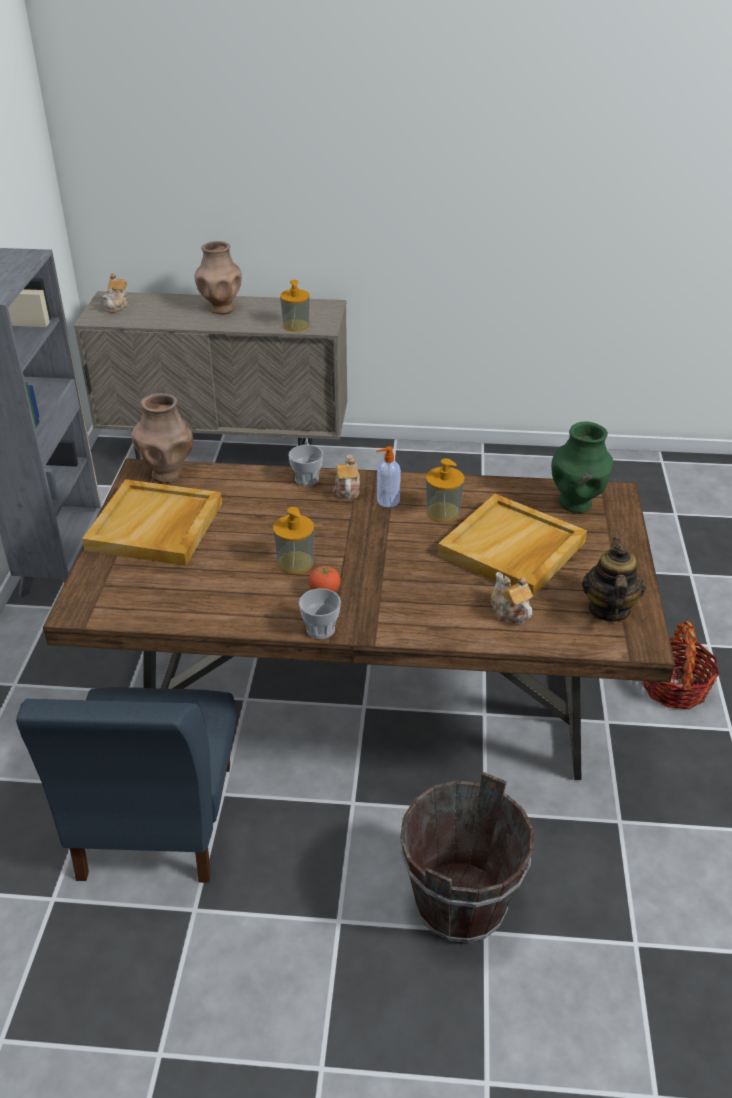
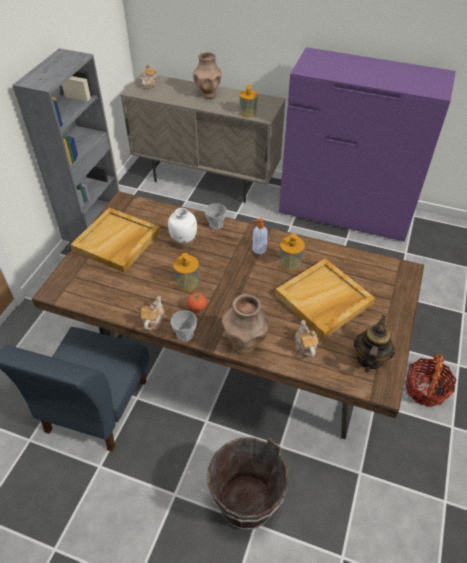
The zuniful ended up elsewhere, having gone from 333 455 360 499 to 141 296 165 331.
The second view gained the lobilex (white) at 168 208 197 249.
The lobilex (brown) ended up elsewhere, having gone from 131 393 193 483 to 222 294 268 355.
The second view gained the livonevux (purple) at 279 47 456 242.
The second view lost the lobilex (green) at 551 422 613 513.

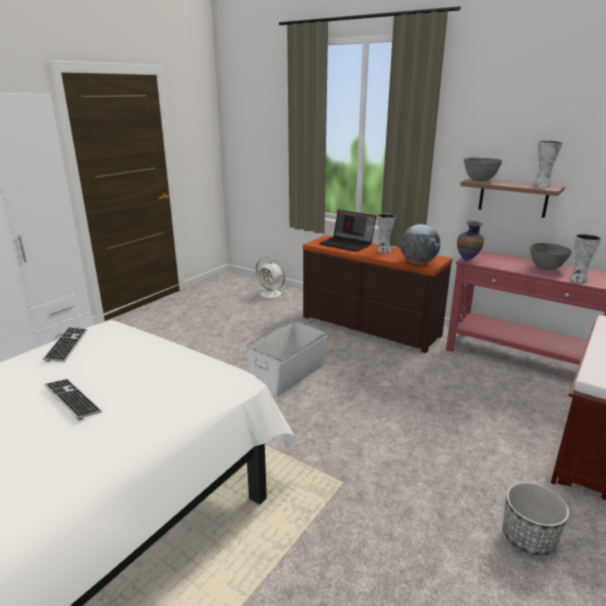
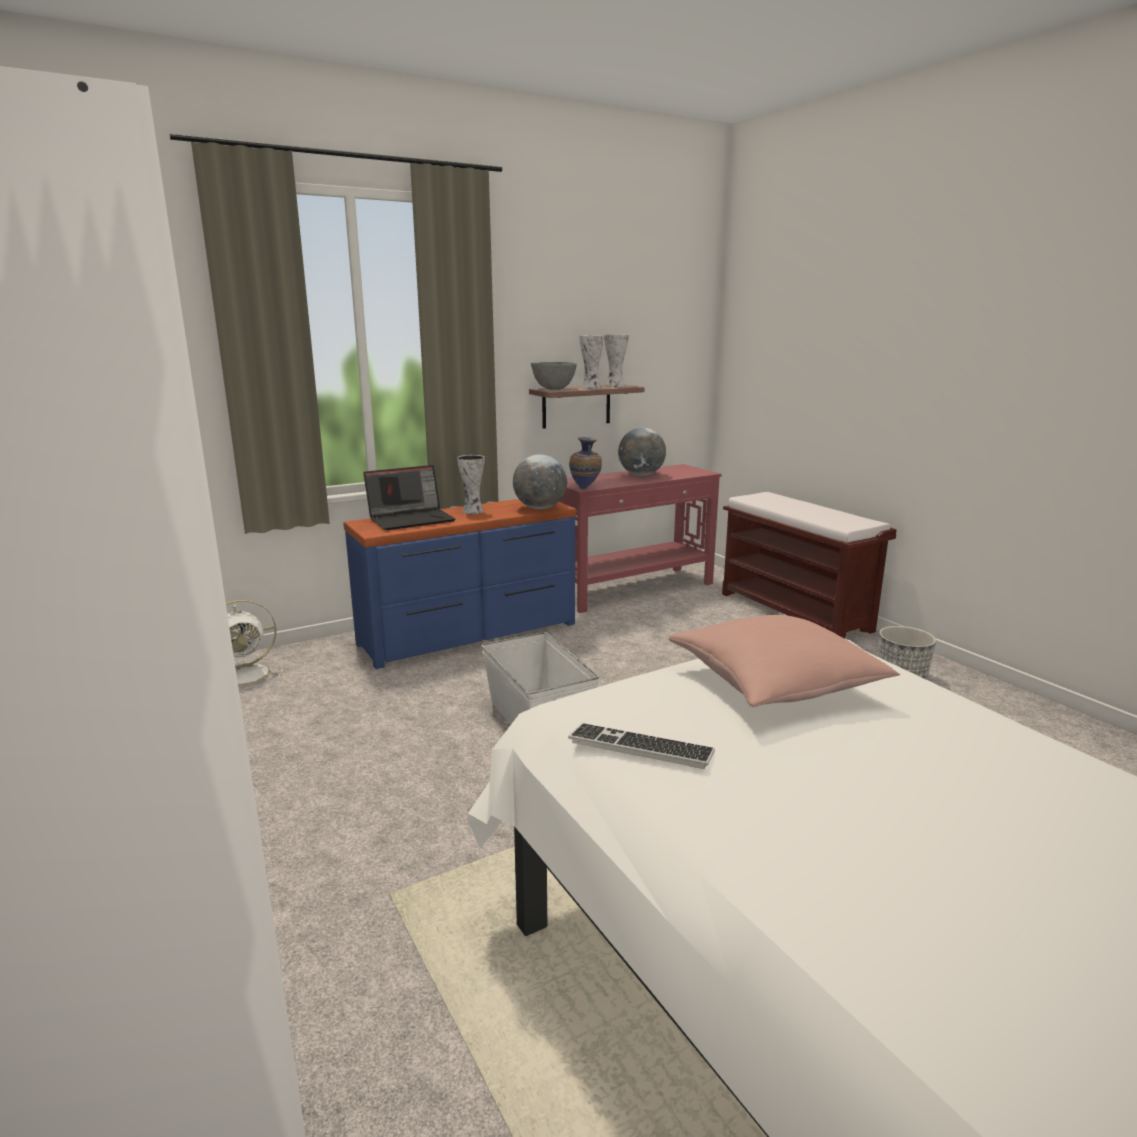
What was the livonevux (brown) at 303 235 453 353 turned into the livonevux (blue) at 343 499 576 669.
The lobilex ended up elsewhere, having gone from 569 234 601 283 to 579 335 604 389.
Where the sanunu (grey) stood at 530 243 572 270, the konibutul came to stand at 618 428 666 476.
The second view gained the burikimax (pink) at 668 615 900 707.
The second view lost the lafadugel at 44 379 102 421.

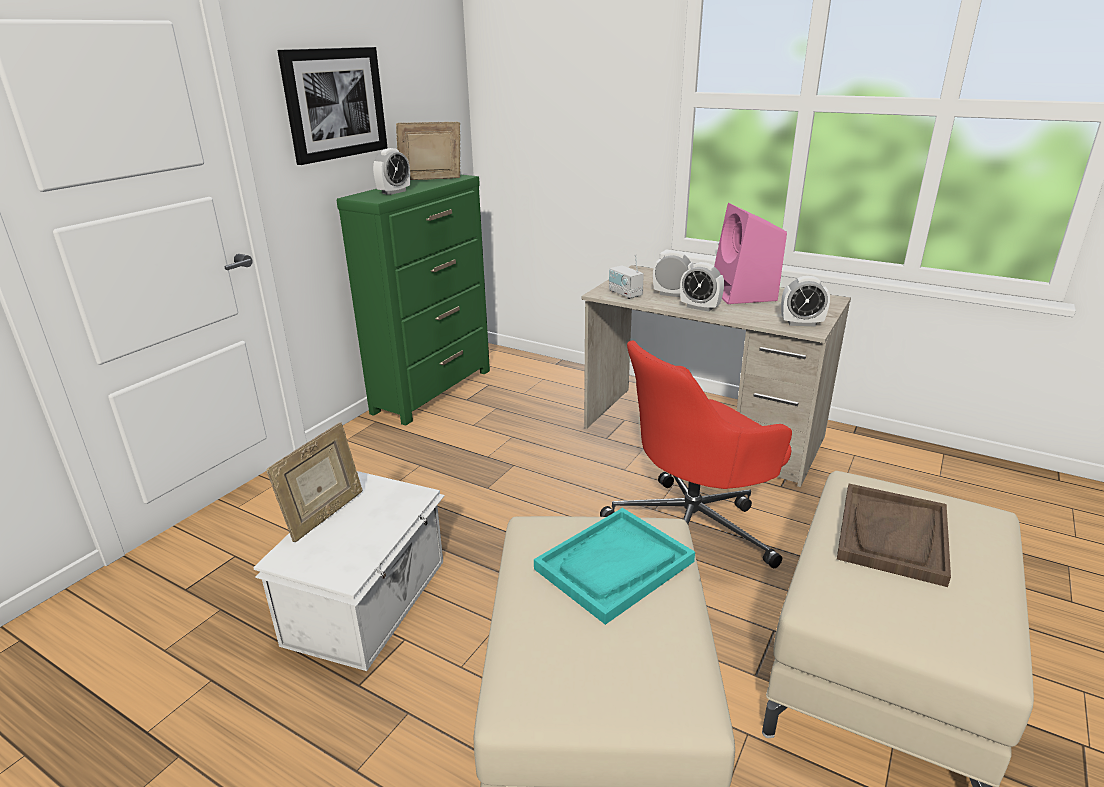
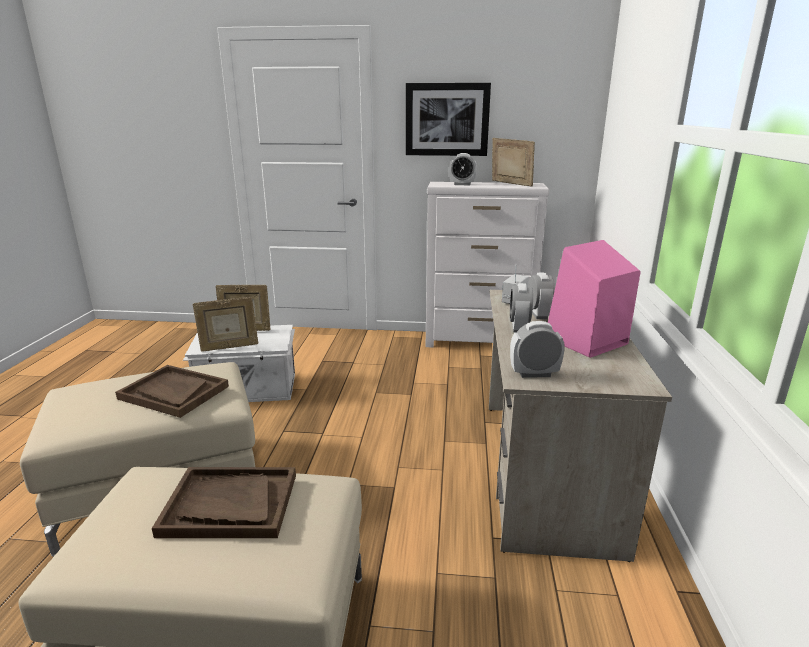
What was the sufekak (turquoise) at 534 508 695 625 turned into the sufekak (brown) at 115 365 229 418.
The second view gained the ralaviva at 193 297 258 352.
What was the livonevux (green) at 337 175 490 426 turned into the livonevux (white) at 426 182 549 348.
The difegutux at 781 276 830 327 ended up facing another way, 105 degrees clockwise from before.
The second view lost the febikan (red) at 600 340 792 568.

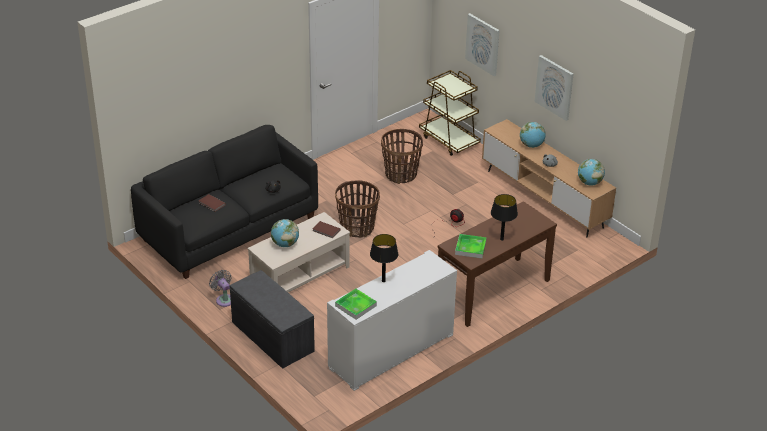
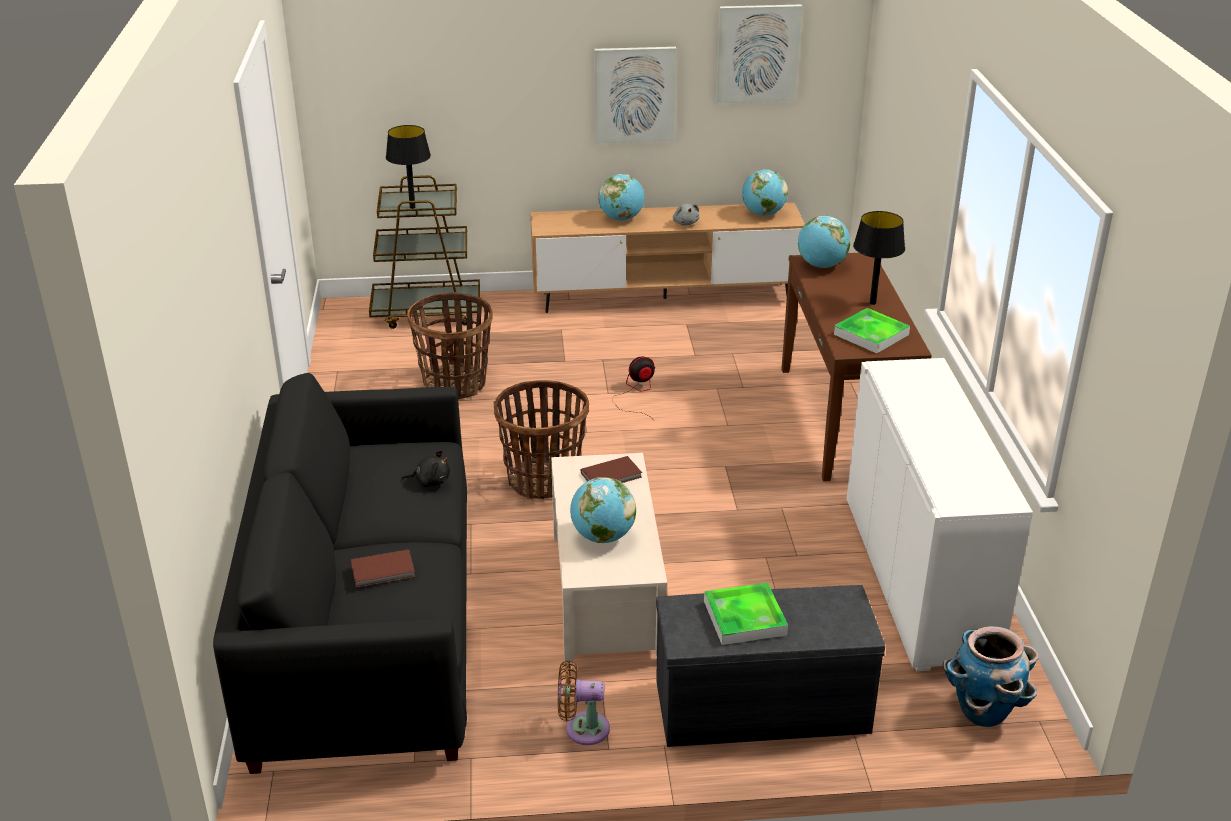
The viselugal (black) ended up elsewhere, having gone from 370 234 398 282 to 386 125 431 209.
What was the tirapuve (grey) at 209 270 232 307 turned into the tirapuve (brown) at 558 660 610 745.
The sufekak ended up elsewhere, having gone from 335 288 377 320 to 704 583 788 645.
The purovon ended up elsewhere, having gone from 465 13 500 76 to 716 5 802 103.
The second view gained the konibutul at 798 215 850 268.
The second view gained the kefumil at 943 626 1039 727.

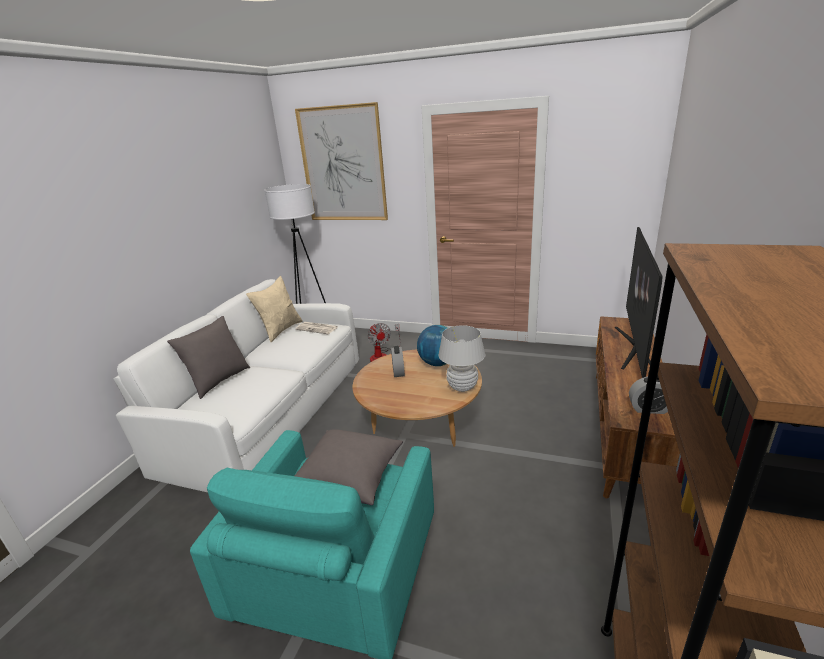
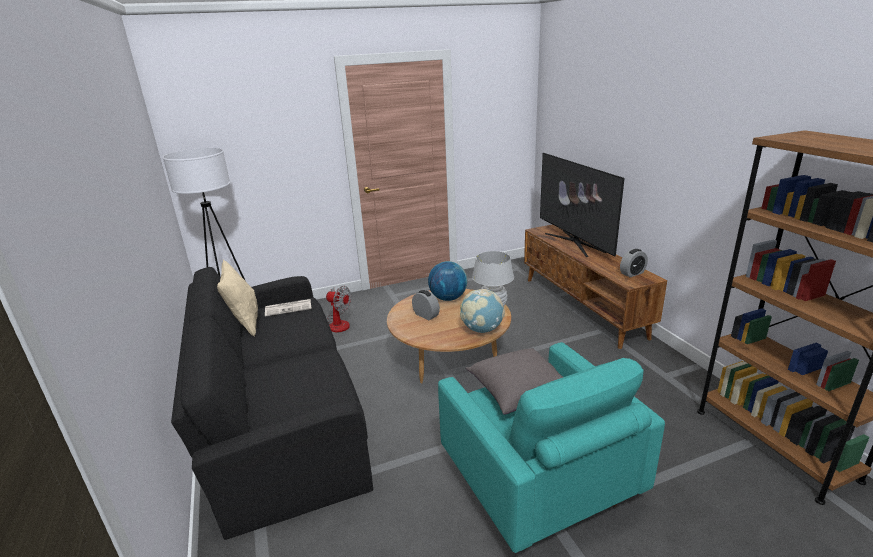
What was the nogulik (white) at 114 279 359 492 turned into the nogulik (black) at 171 267 373 540.
The second view gained the konibutul at 460 289 505 333.
The second view lost the burikimax (grey) at 167 316 250 399.
The second view lost the purovon at 295 102 388 220.

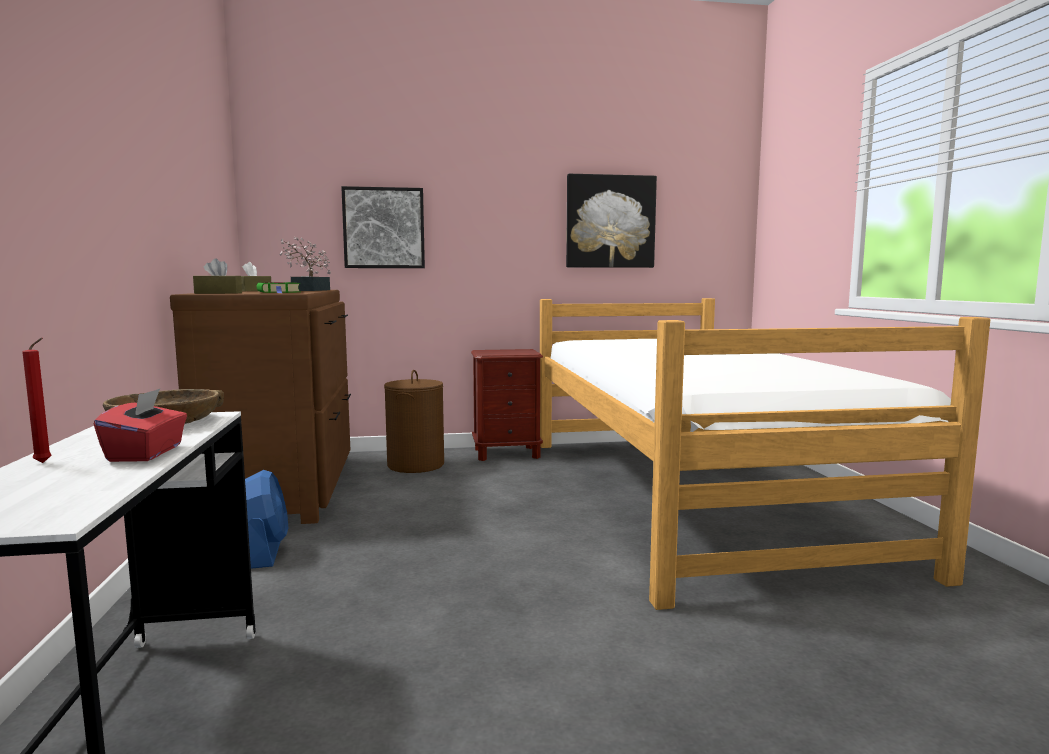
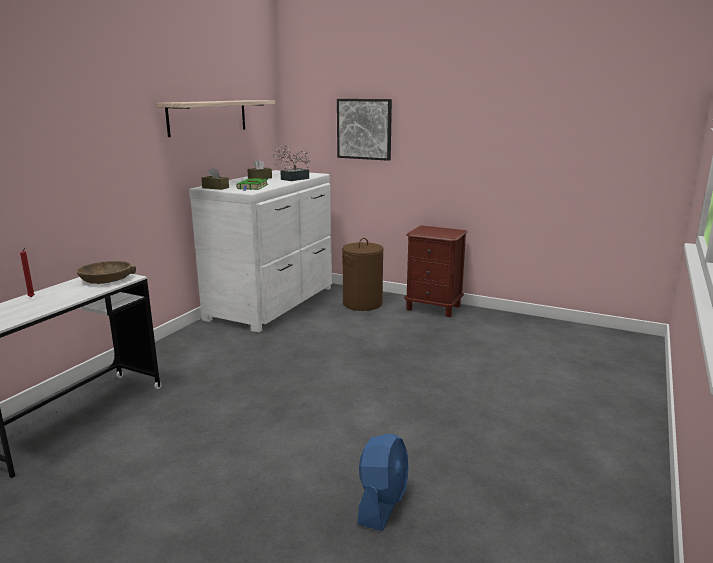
The second view gained the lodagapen at 155 100 275 137.
What was the livonevux (brown) at 170 290 351 524 turned into the livonevux (white) at 189 170 332 332.
The tirapuve (blue) ended up elsewhere, having gone from 245 470 288 569 to 357 433 409 531.
The second view lost the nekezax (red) at 94 389 187 462.
The second view lost the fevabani at 540 298 990 610.
The second view lost the purovon at 566 174 657 268.

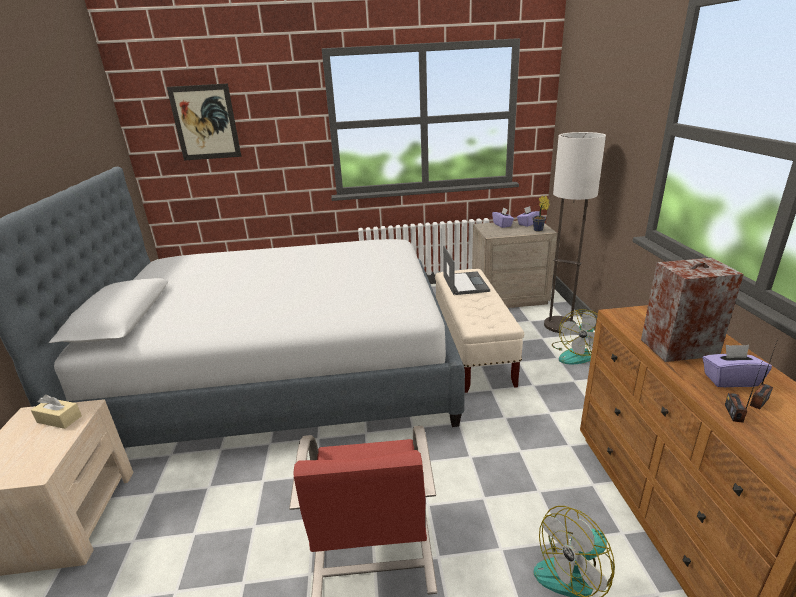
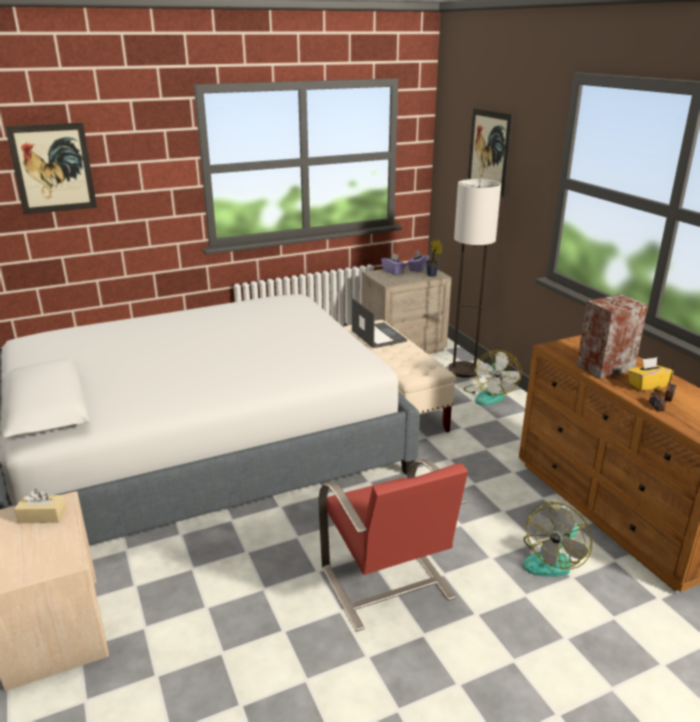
The second view gained the purovon at 468 108 513 197.
What was the nekezax (purple) at 702 345 772 387 turned into the nekezax (yellow) at 627 357 673 391.

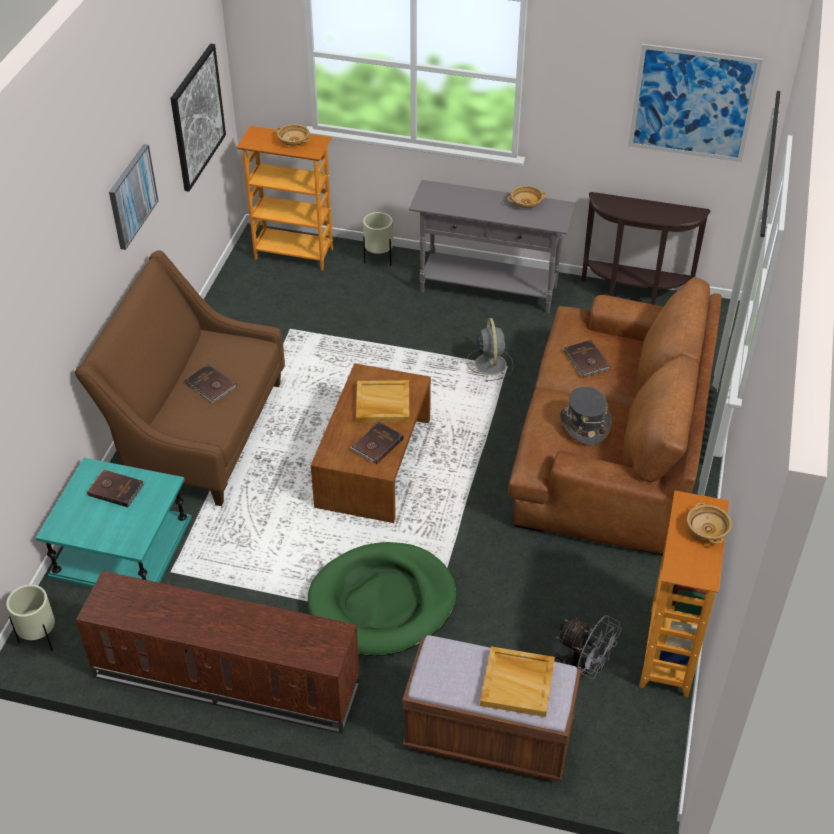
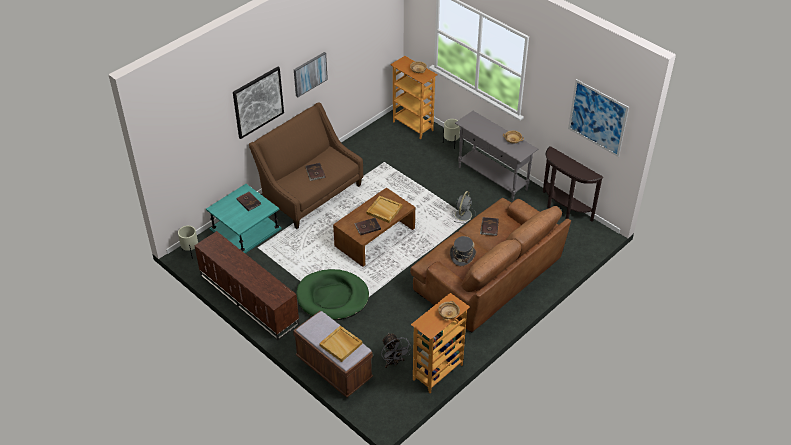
The purovon ended up elsewhere, having gone from 170 44 226 192 to 233 67 284 139.

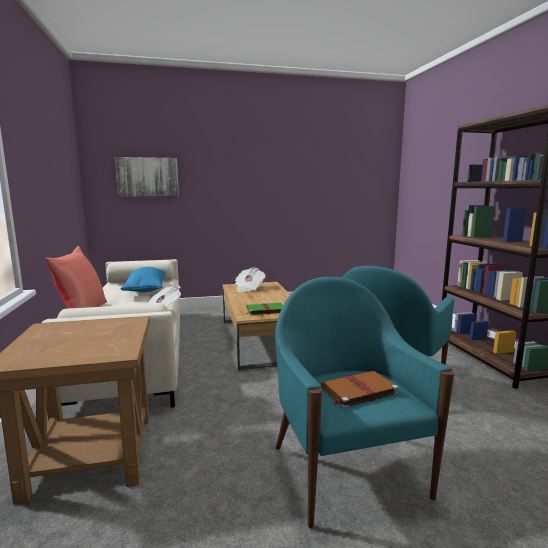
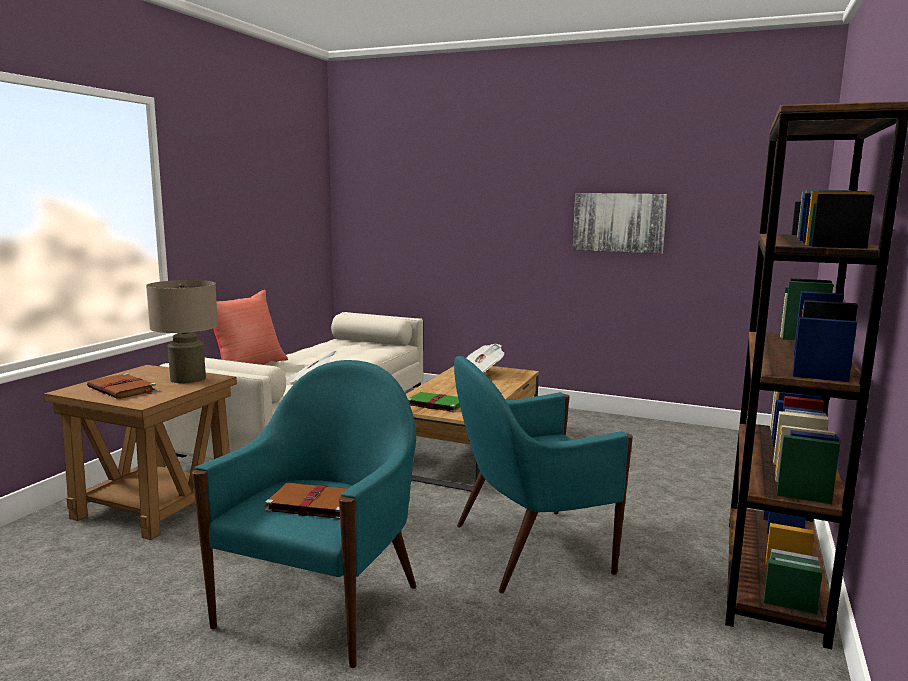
The second view gained the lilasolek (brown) at 87 373 157 399.
The second view gained the viselugal (beige) at 146 280 218 383.
The purovon ended up elsewhere, having gone from 115 157 179 197 to 573 193 667 254.
The second view lost the burikimax (blue) at 121 267 165 292.

